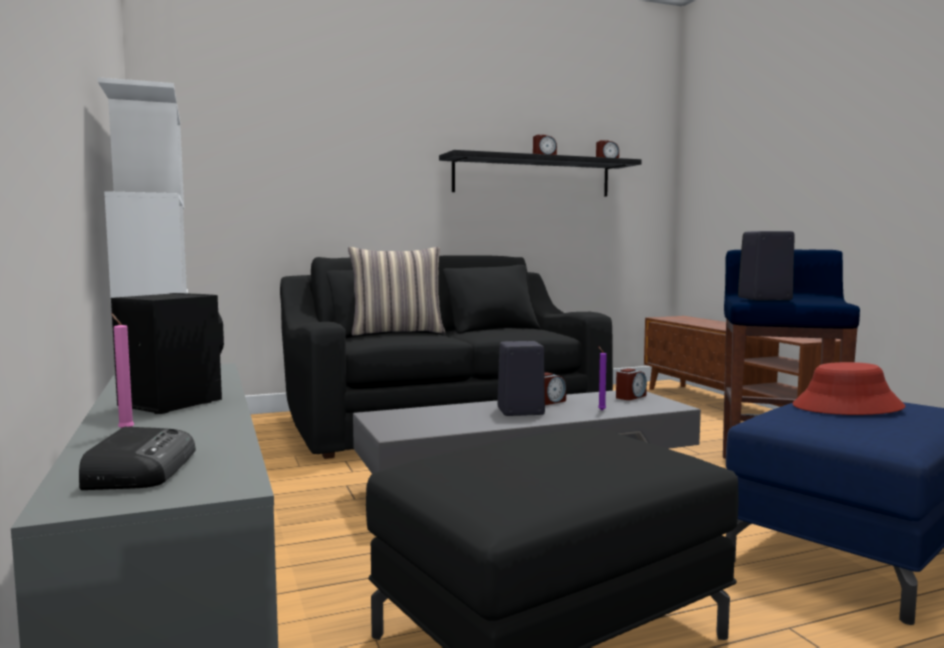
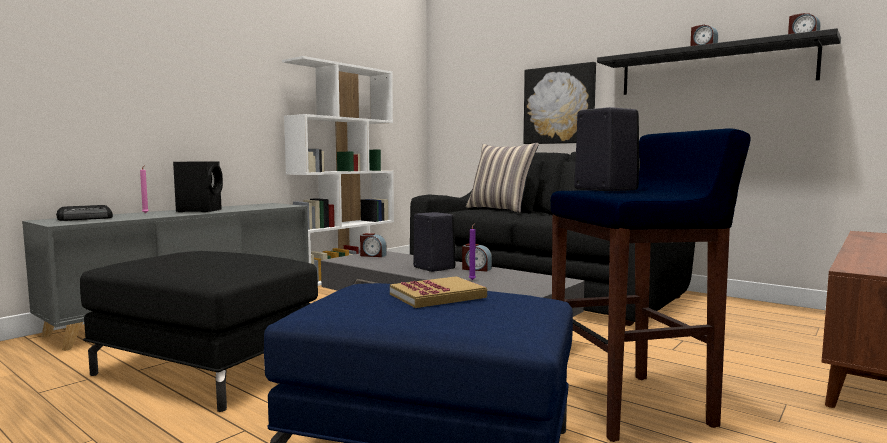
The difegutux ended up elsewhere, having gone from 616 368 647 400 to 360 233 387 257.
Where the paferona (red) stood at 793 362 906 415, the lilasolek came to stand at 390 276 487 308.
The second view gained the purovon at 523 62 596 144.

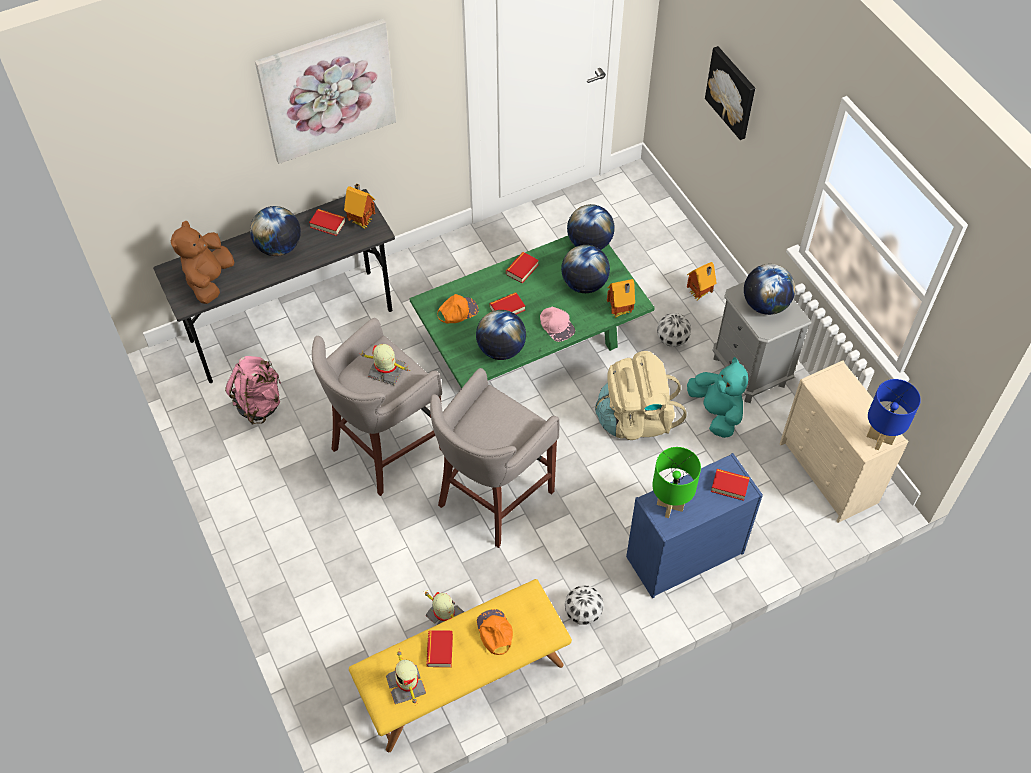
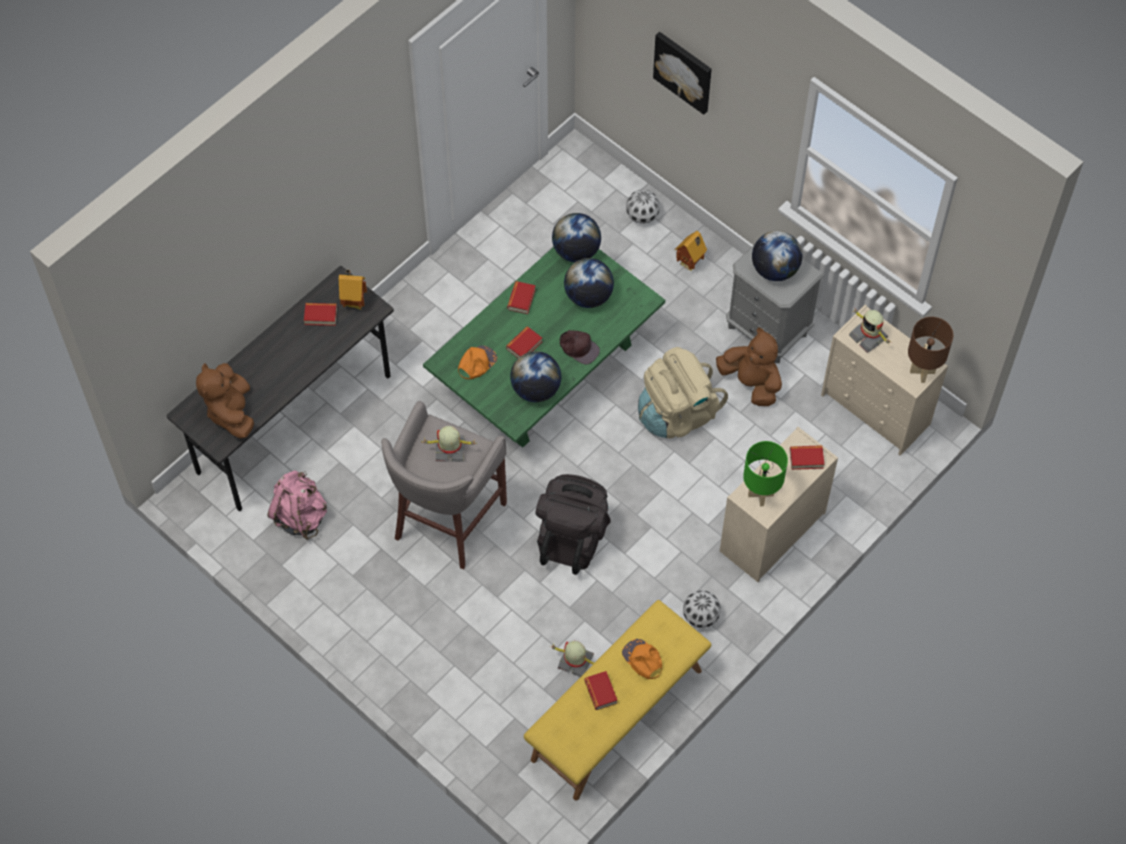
Where the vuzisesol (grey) stood at 430 368 559 548, the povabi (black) came to stand at 535 474 611 575.
What was the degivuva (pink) at 540 307 575 342 turned into the degivuva (brown) at 560 330 600 365.
The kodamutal ended up elsewhere, having gone from 657 313 691 347 to 626 189 660 224.
What was the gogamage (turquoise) at 687 357 748 438 turned into the gogamage (brown) at 716 327 782 406.
What was the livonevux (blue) at 626 453 763 598 turned into the livonevux (beige) at 720 427 838 582.
The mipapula ended up elsewhere, having gone from 386 651 426 704 to 849 309 890 353.
What was the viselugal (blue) at 867 379 921 450 turned into the viselugal (brown) at 908 317 953 383.
The second view lost the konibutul at 250 206 301 256.
The second view lost the purovon at 255 18 396 164.
The second view lost the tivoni at 607 279 635 318.

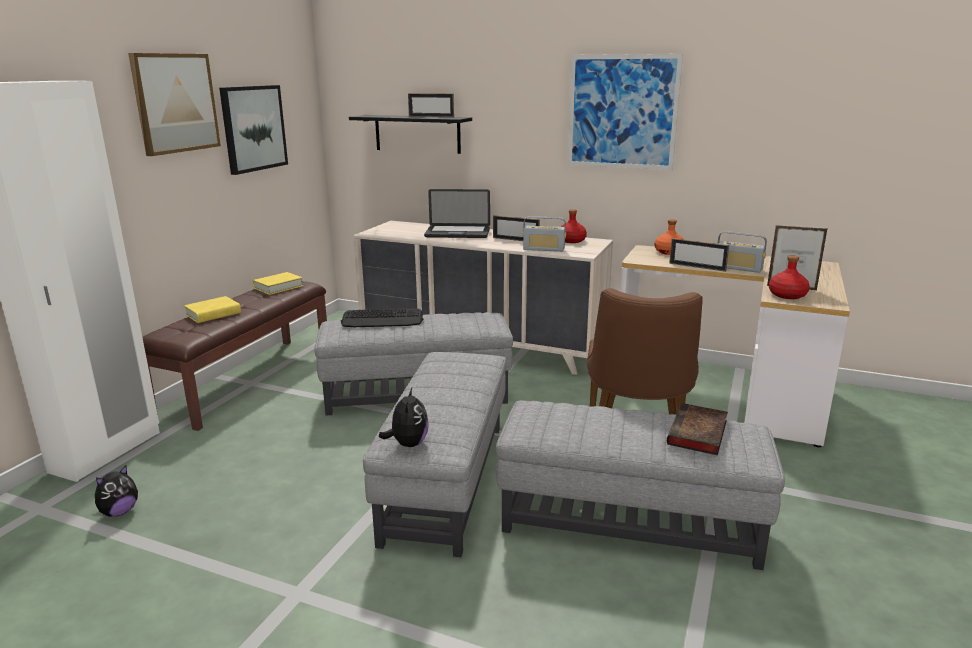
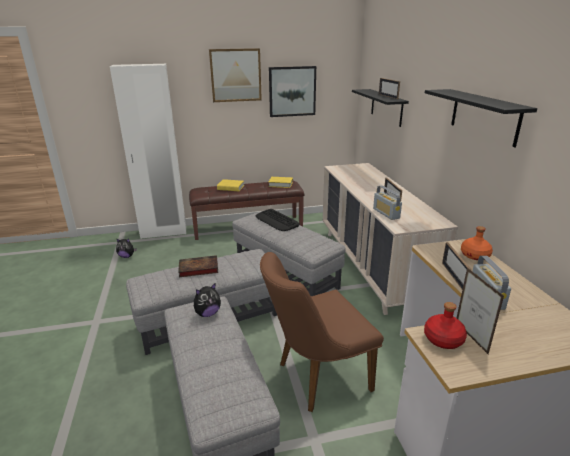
The lilasolek ended up elsewhere, having gone from 667 403 728 456 to 178 255 218 277.
The gogamage ended up elsewhere, having gone from 379 388 429 447 to 194 284 221 317.
Where the purovon hung at 568 54 683 170, the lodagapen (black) came to hang at 425 89 537 147.
The second view lost the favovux at 424 189 490 238.
The second view lost the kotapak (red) at 561 209 587 243.

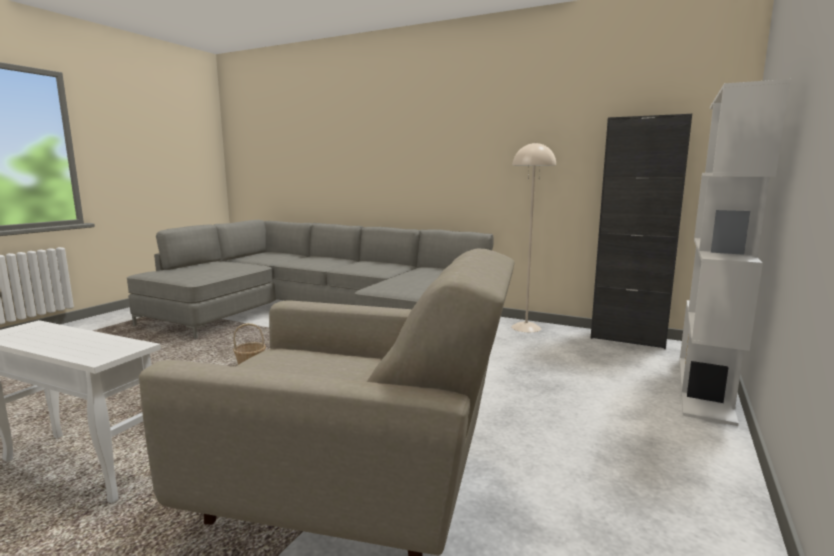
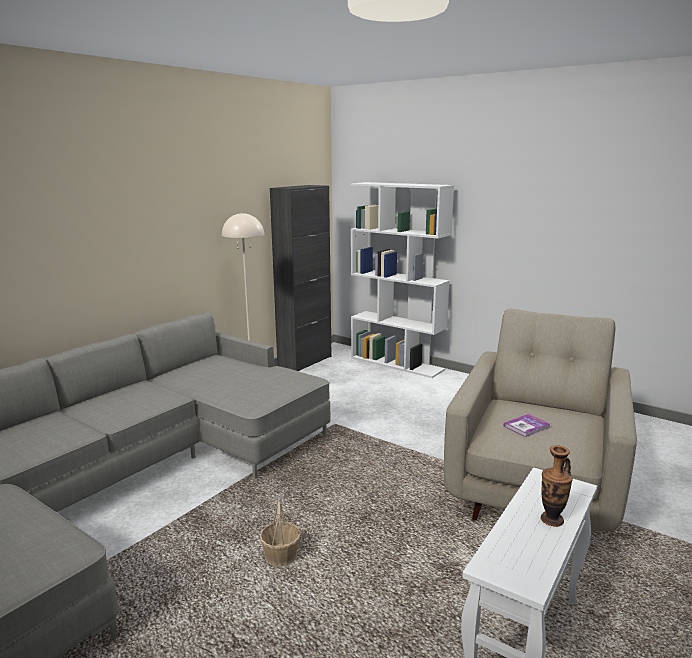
The second view gained the lilasolek at 504 414 550 437.
The second view gained the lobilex at 541 445 573 527.

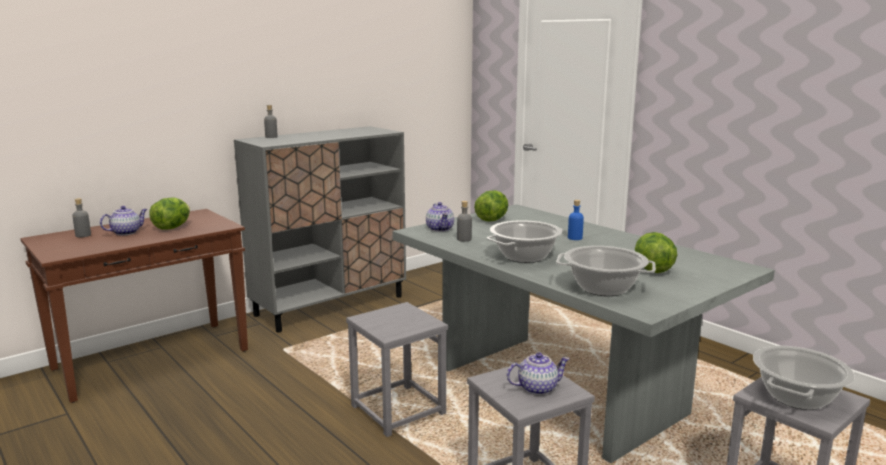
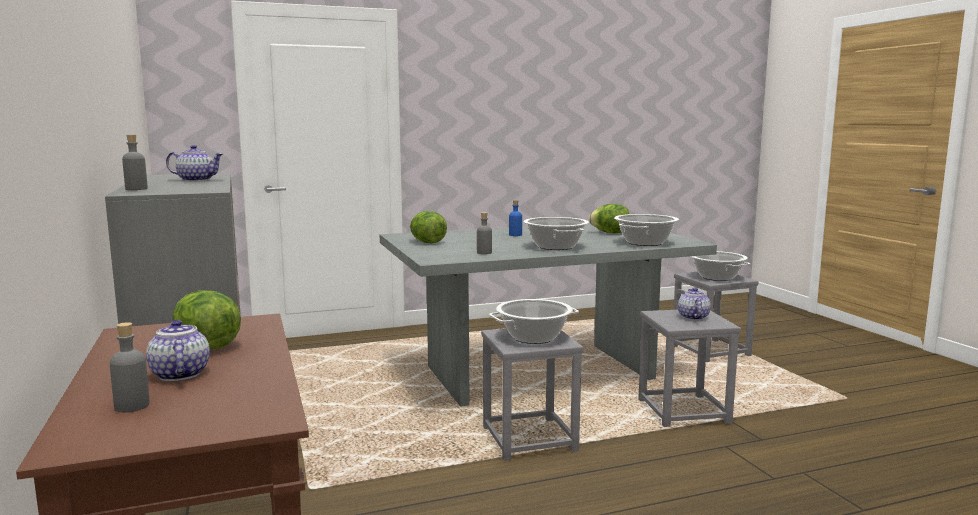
The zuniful ended up elsewhere, having gone from 426 202 454 232 to 166 145 223 181.
The second view gained the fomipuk at 489 299 579 344.

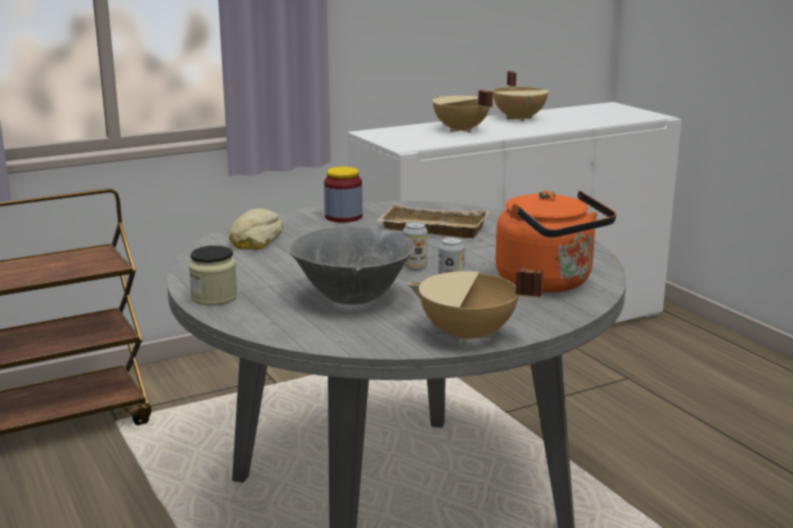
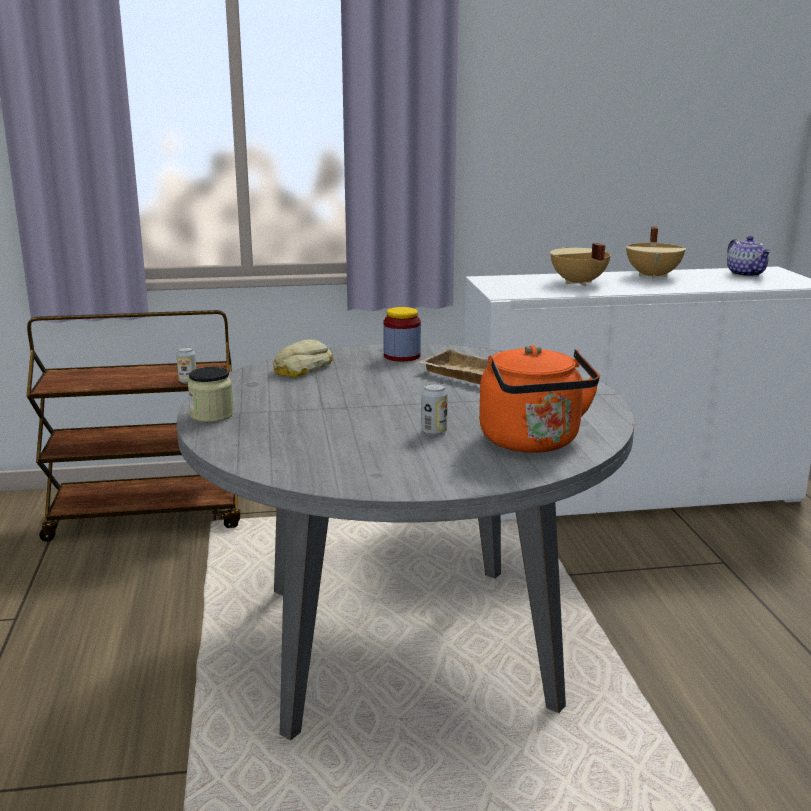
The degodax ended up elsewhere, having gone from 403 222 428 271 to 176 347 196 383.
The second view gained the zuniful at 727 236 771 277.
The second view lost the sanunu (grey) at 289 227 415 305.
The second view lost the fomipuk (beige) at 407 268 543 345.

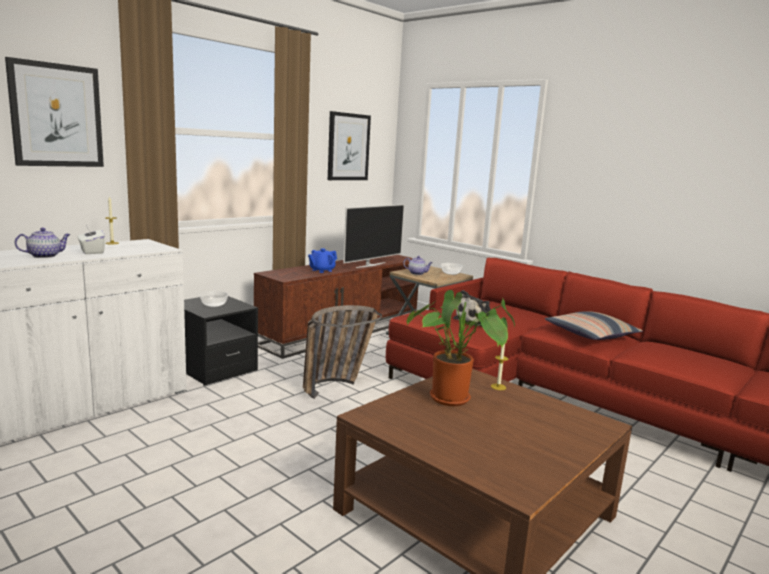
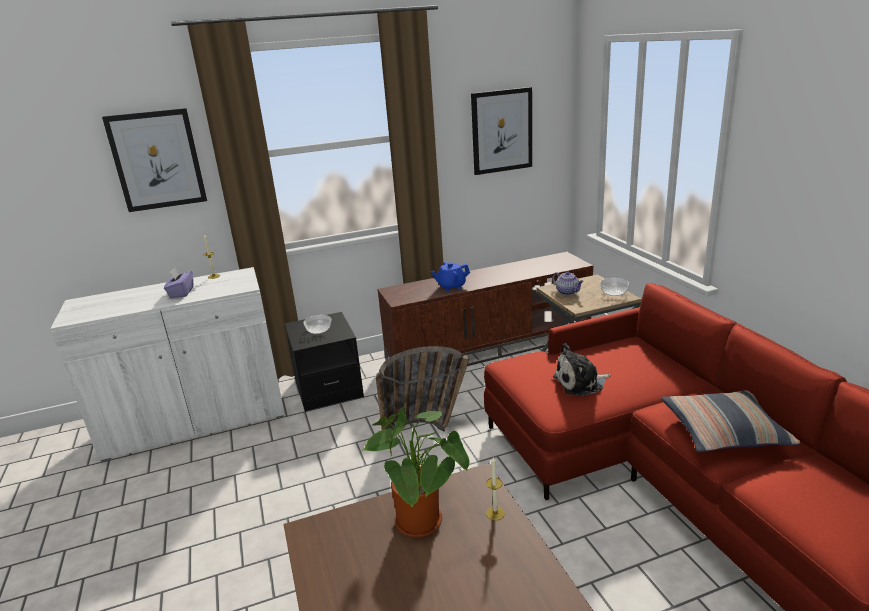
What was the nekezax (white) at 77 225 105 254 turned into the nekezax (purple) at 164 268 193 298.
The second view lost the zuniful at 15 228 71 258.
The second view lost the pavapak at 343 204 404 268.

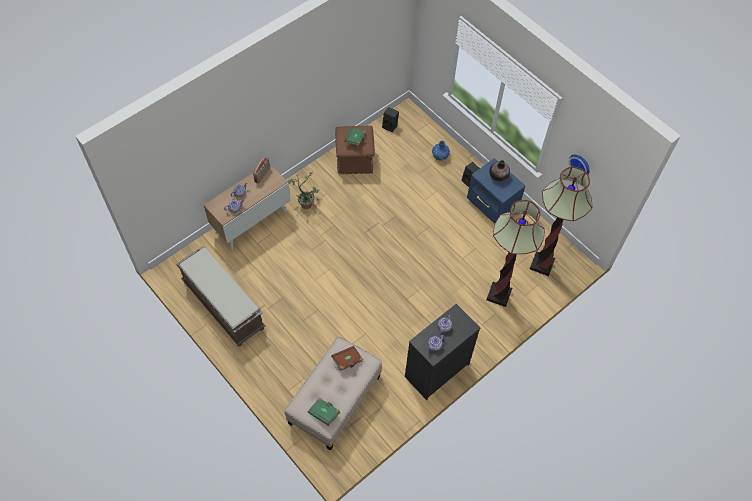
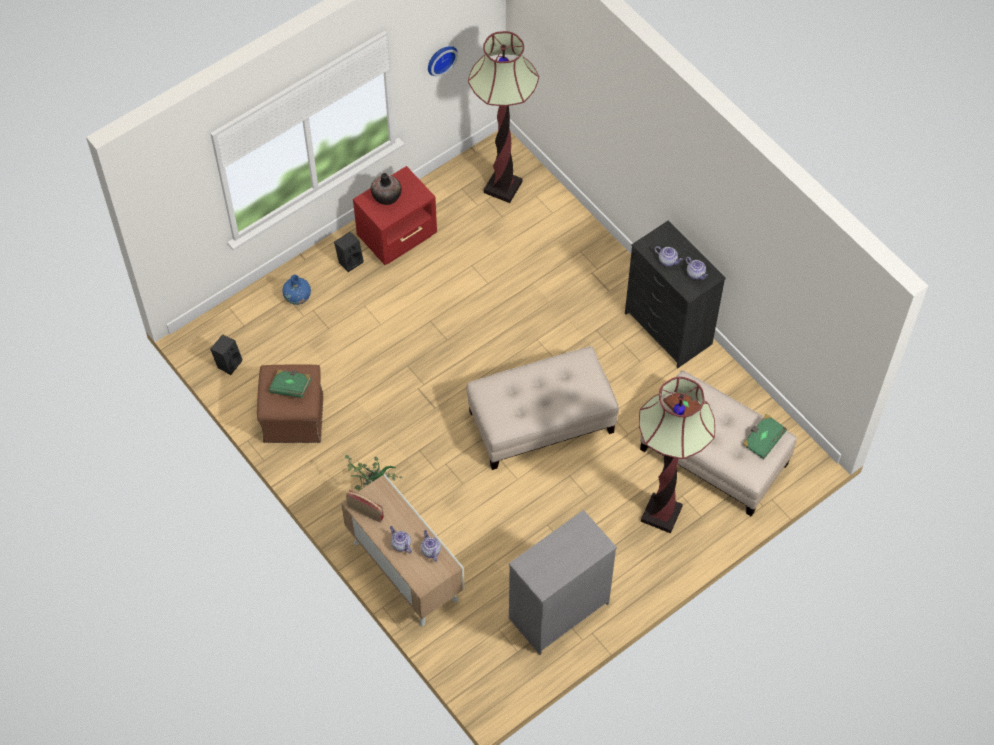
What was the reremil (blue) at 467 158 525 224 turned into the reremil (red) at 353 166 437 265.
The second view gained the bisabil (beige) at 467 346 619 470.
Where the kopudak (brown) stood at 176 246 265 347, the livonevux (grey) came to stand at 509 510 617 655.
The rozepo ended up elsewhere, having gone from 486 200 545 307 to 639 377 715 533.

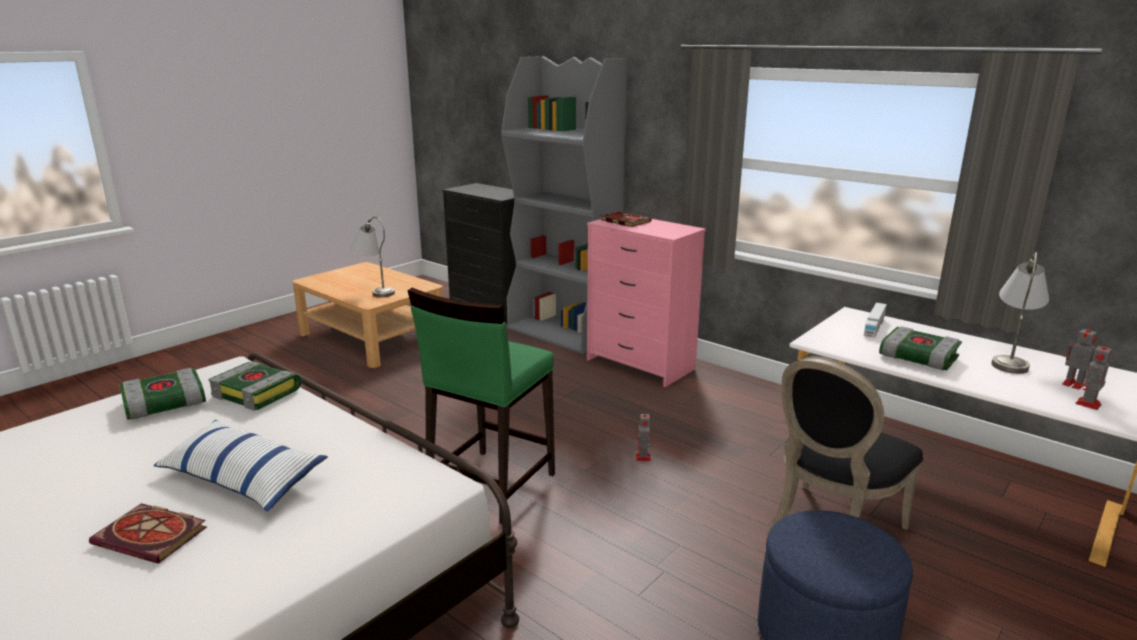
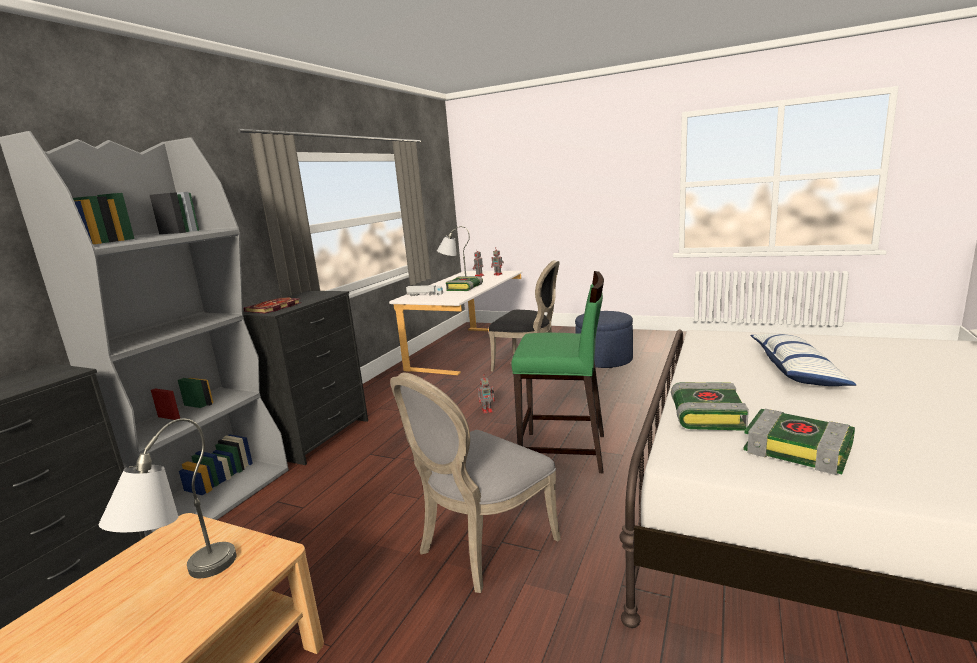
What was the livonevux (pink) at 587 219 706 387 turned into the livonevux (black) at 243 291 368 465.
The second view gained the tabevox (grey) at 390 373 561 593.
The second view lost the lilasolek at 89 503 207 564.

